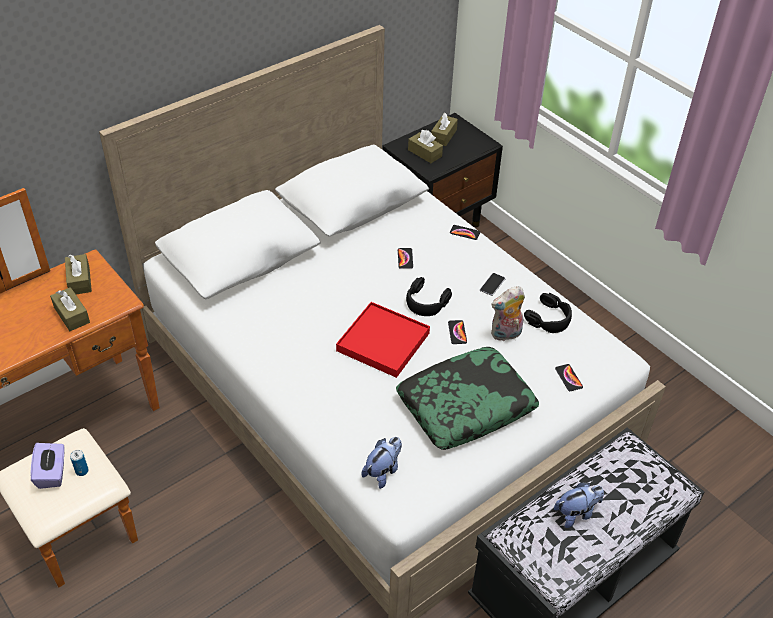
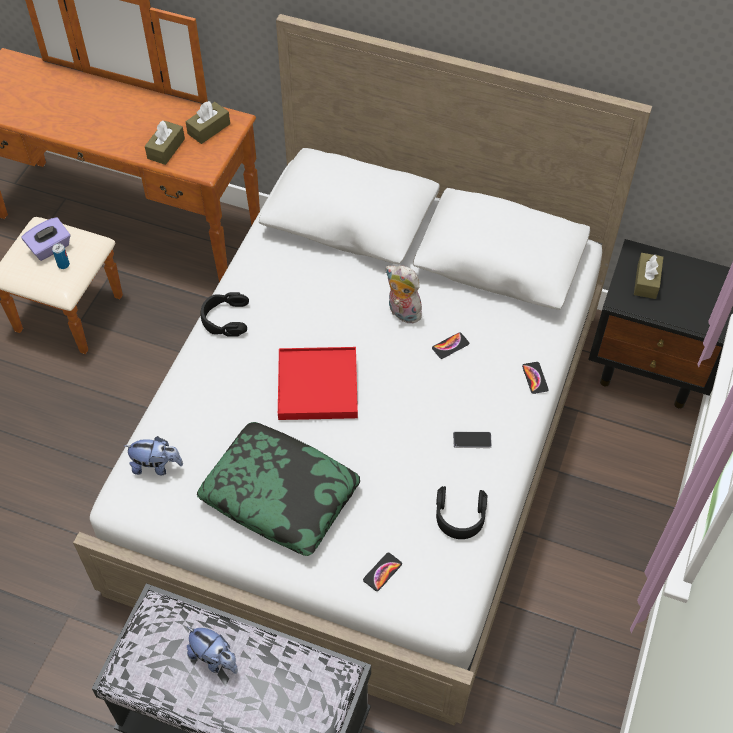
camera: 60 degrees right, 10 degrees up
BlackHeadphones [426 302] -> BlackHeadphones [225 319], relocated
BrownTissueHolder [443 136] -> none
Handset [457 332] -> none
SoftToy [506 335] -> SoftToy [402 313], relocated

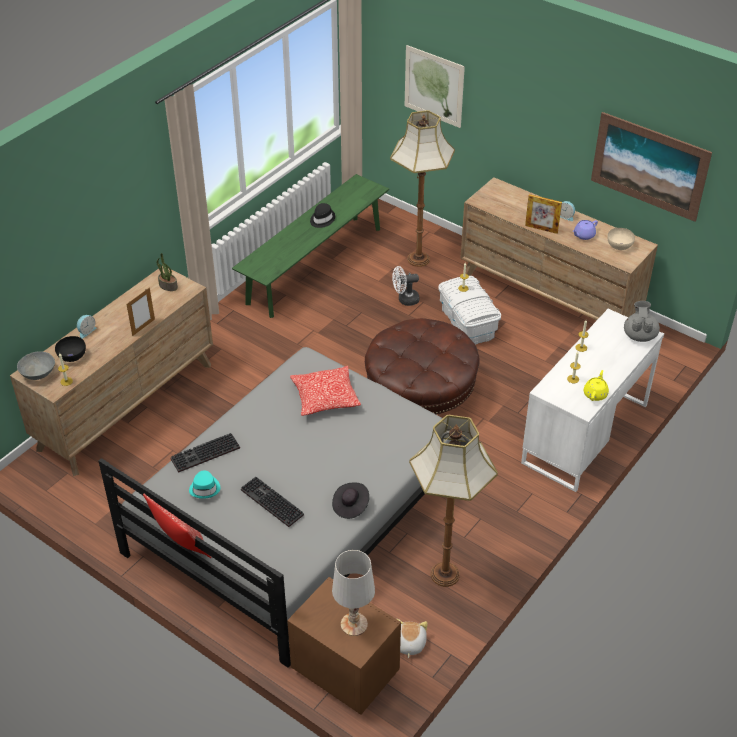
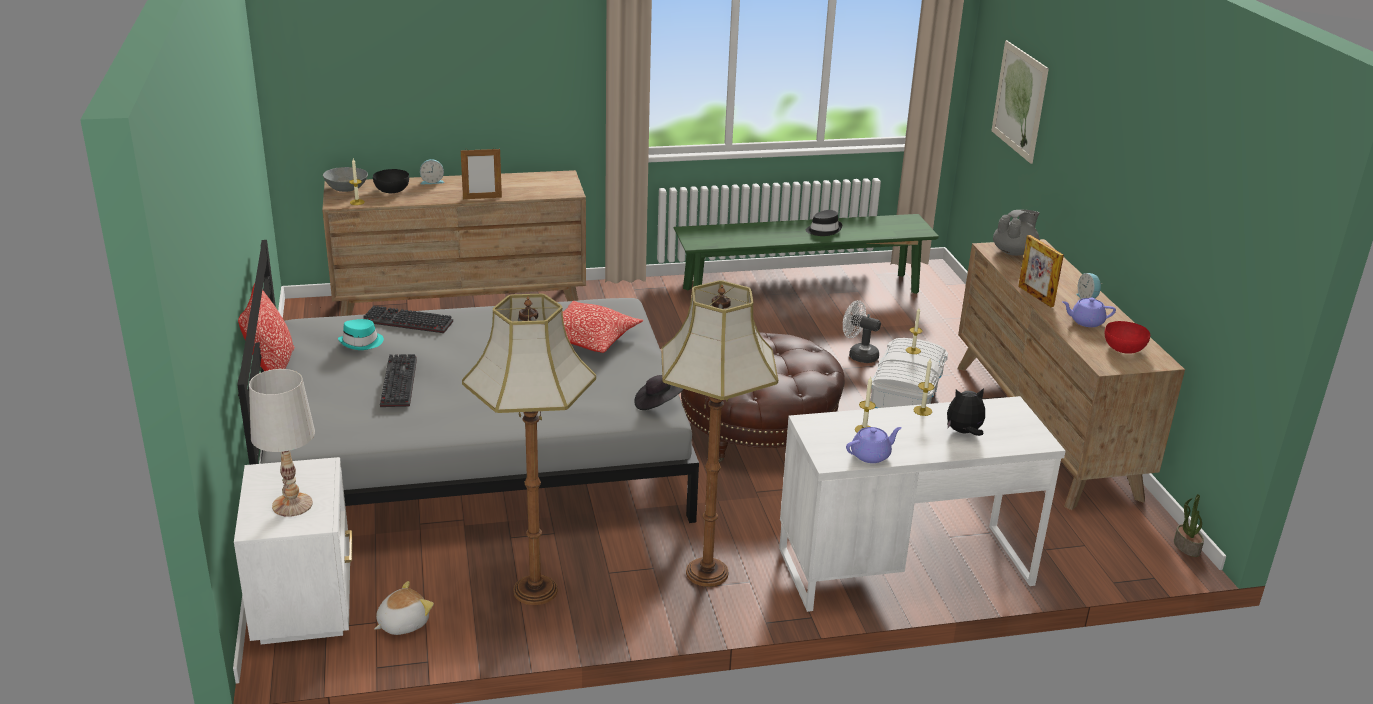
camera: 40 degrees right, 15 degrees down
PlantInAPot [167 286] -> PlantInAPot [1186 547], relocated
BrownNightstand [345 671] -> WhiteNightstand [306 603]
BlackClothingHat [350 506] -> BlackClothingHat [657 403], relocated
StandardLamp [419 259] -> StandardLamp [709 572], relocated
YellowishPotForTea [595 394] -> PurplePotForTea [871 455]
Picture [649 166] -> none
BeigeColouredBowl [619 245] -> RedColouredBowl [1124 348]
GreyPotForTea [639 335] -> GreyPotForTea [1014 252], relocated
none -> SoftToy [964 432]

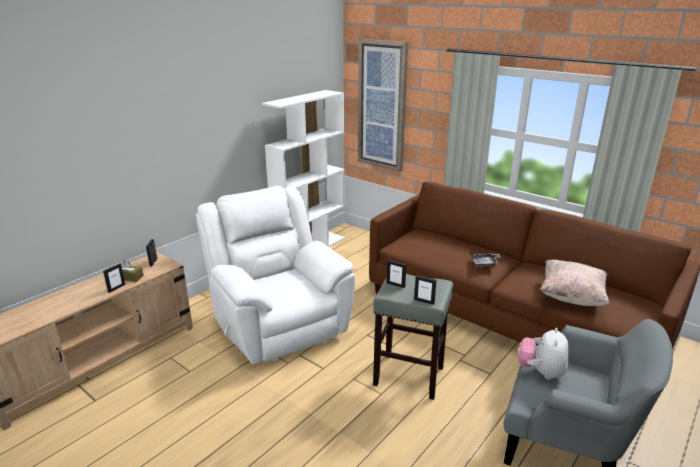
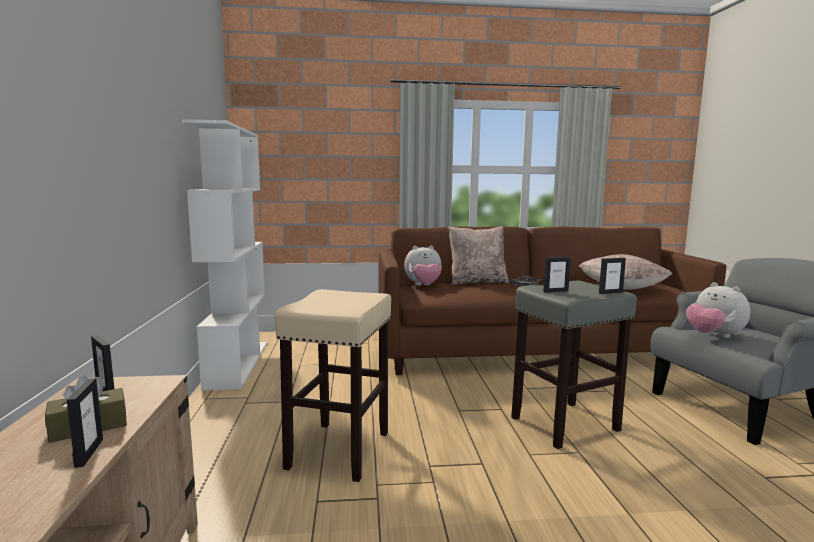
camera: 45 degrees left, 15 degrees down
WhiteLoungeChair [278 324] -> BeigeColouredStoolSeat [339 449]
Picture [382 106] -> none
none -> SoftToy [423 286]
none -> BeigeColouredThrowPillow [477 282]

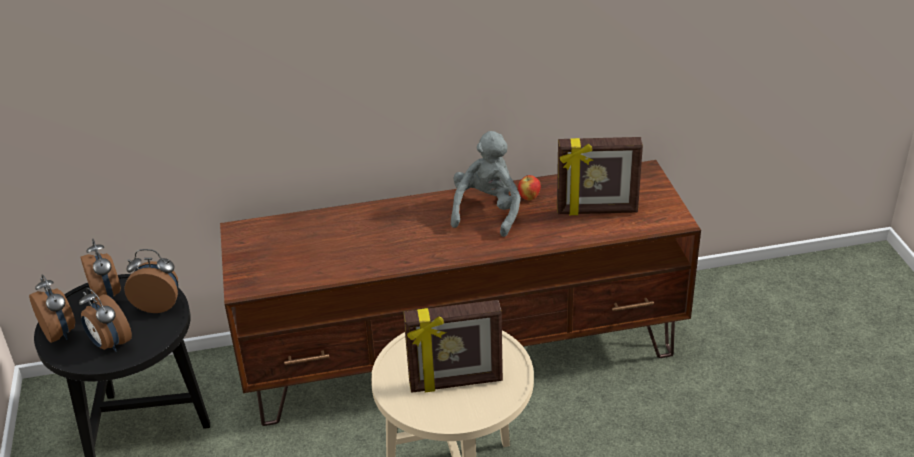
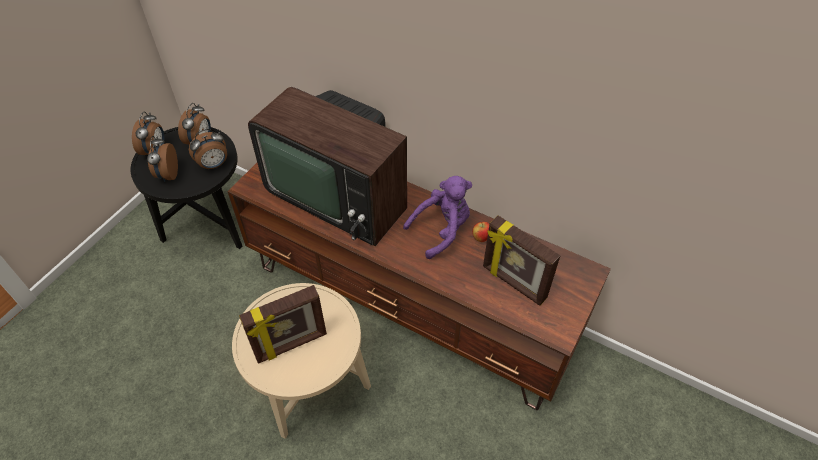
camera: 40 degrees right, 15 degrees up
BedsideClock [159 304] -> BedsideClock [214 165], 105 degrees clockwise
StandingFrame [456 383] -> StandingFrame [291 345], 60 degrees counterclockwise
GreySoftToy [487 211] -> PurpleSoftToy [442 230]
none -> Television [339 192]

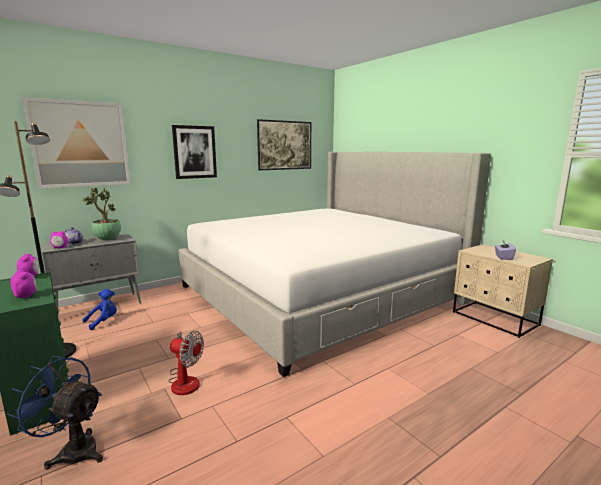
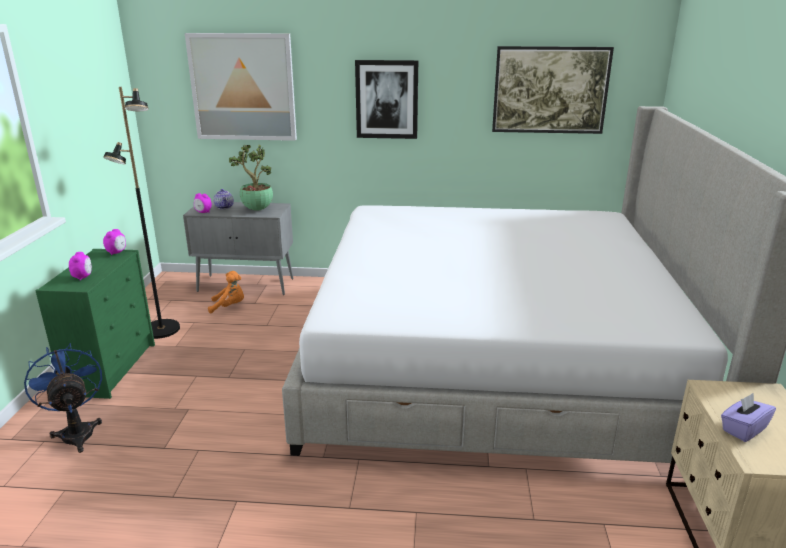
camera: 40 degrees right, 10 degrees up
BlueColouredSoftToy [103 321] -> OrangeSoftToy [229 306]
ElectricFan [185 380] -> none

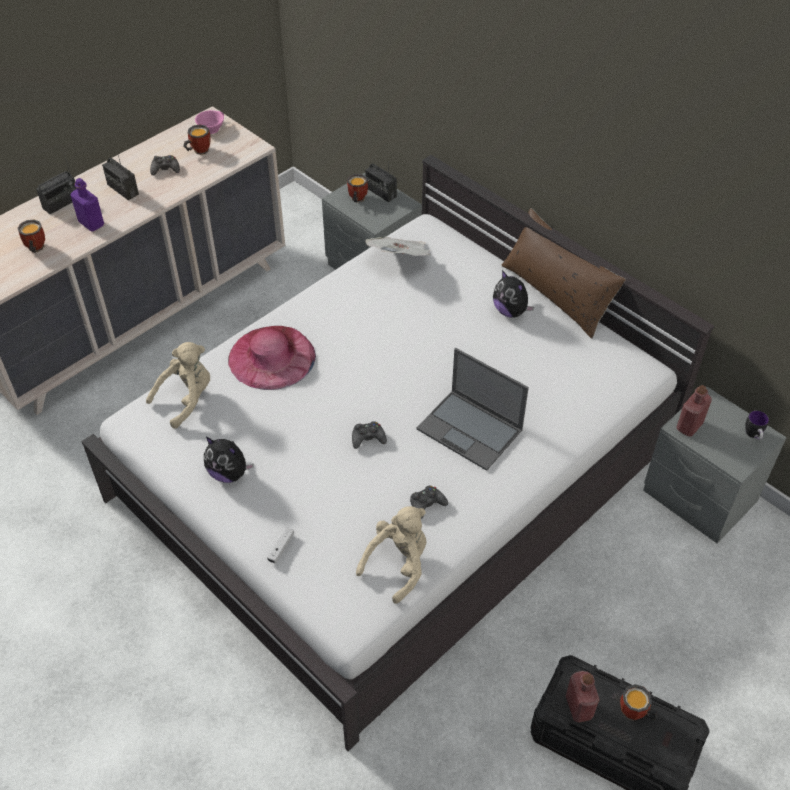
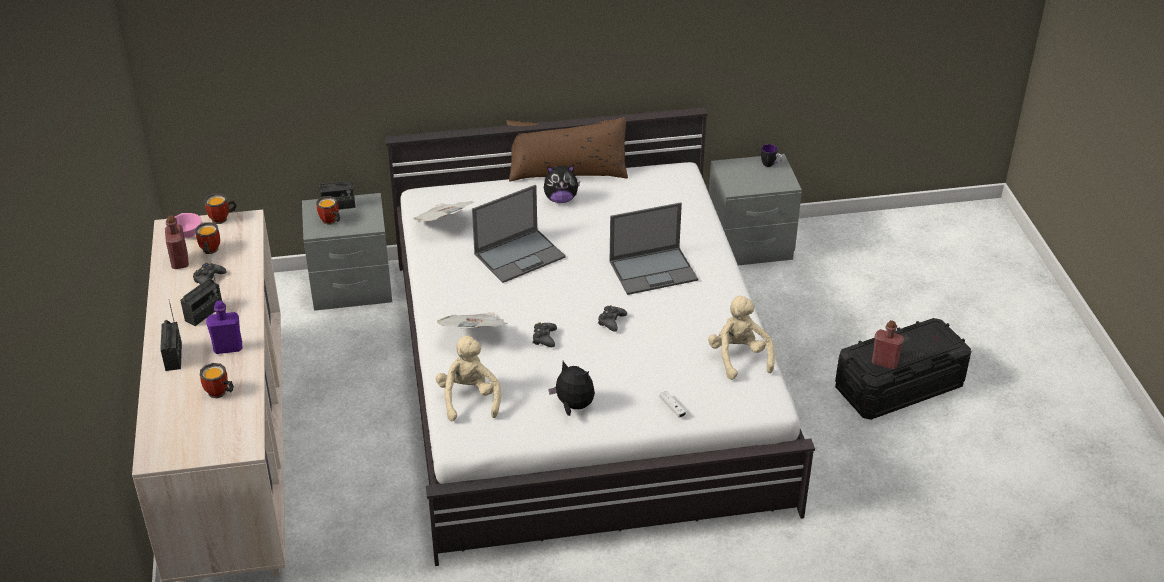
camera: 55 degrees left, 10 degrees down
Radio [122 189] -> Radio [204 313], 45 degrees counterclockwise
SoftToy [229 473] -> SoftToy [573 406], 120 degrees counterclockwise
PinkClothingHat [272 357] -> DailyPaper [474 334]
BlackGamepad [427 504] -> BlackGamepad [544 338], relocated
TeaMug [634 714] -> TeaMug [222 219], relocated
RedColouredDrinkBottle [689 426] -> RedColouredDrinkBottle [180 261], relocated
none -> NotebookComputer [520 255]

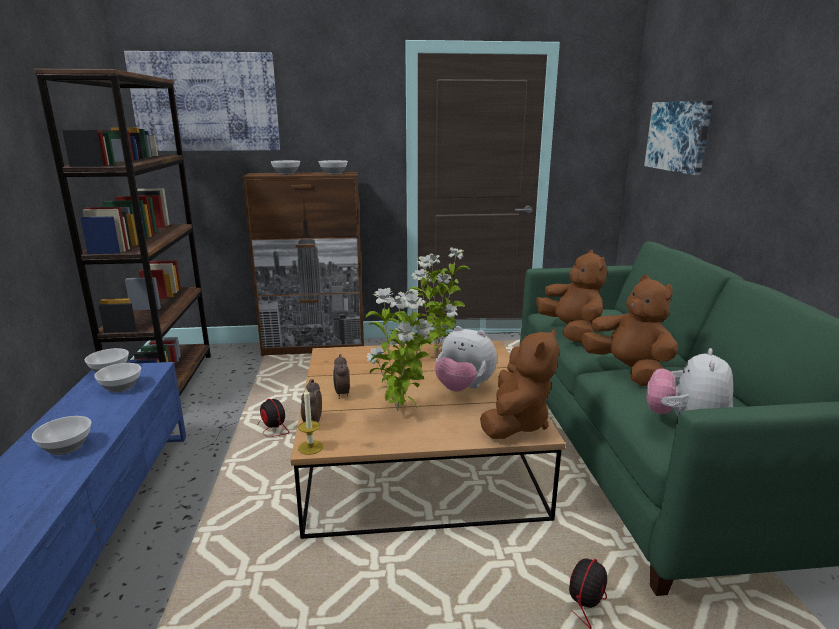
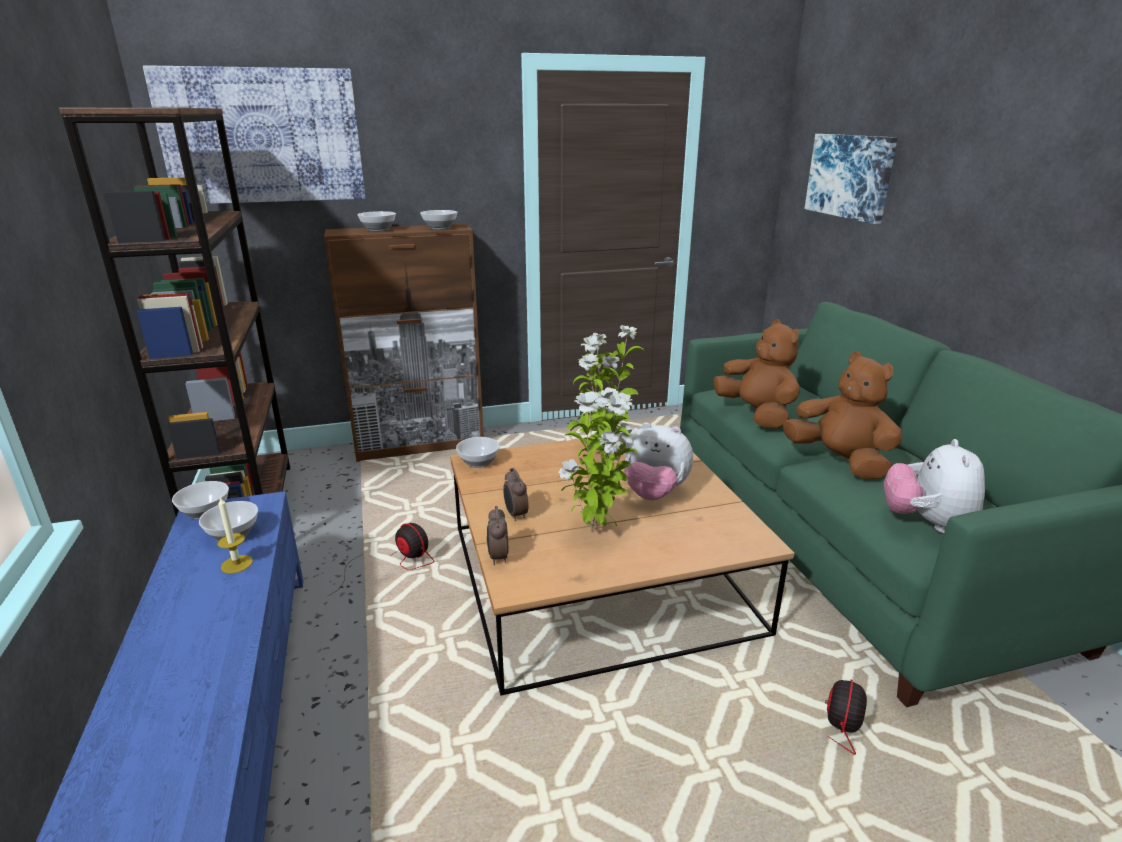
camera: 10 degrees left, 5 degrees up
Bowl [65 447] -> Bowl [478 462], relocated
WaxLight [310 447] -> WaxLight [237 564], relocated
BrownSoftToy [516 423] -> none

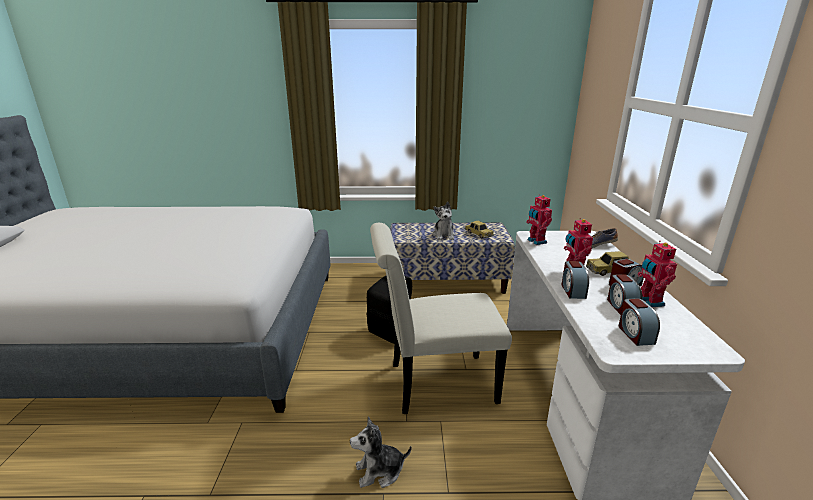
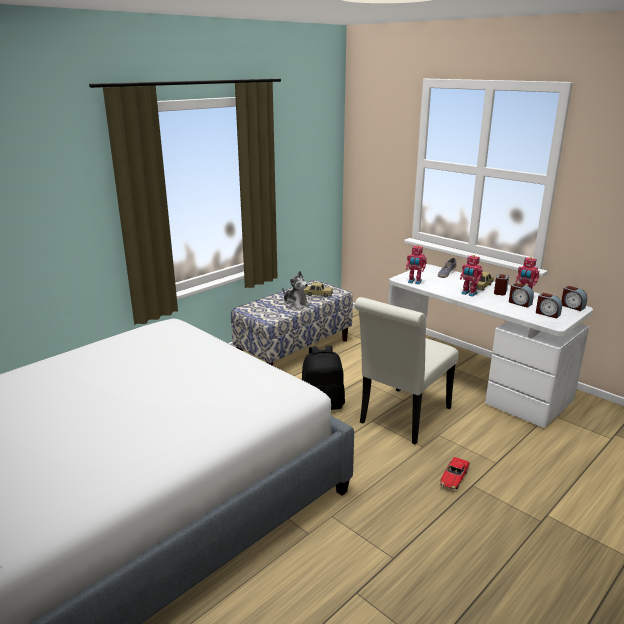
camera: 45 degrees left, 0 degrees up
SoftToy [379 471] -> MiniatureCar [454 478]
BedsideClock [572 291] -> BedsideClock [572 306], relocated

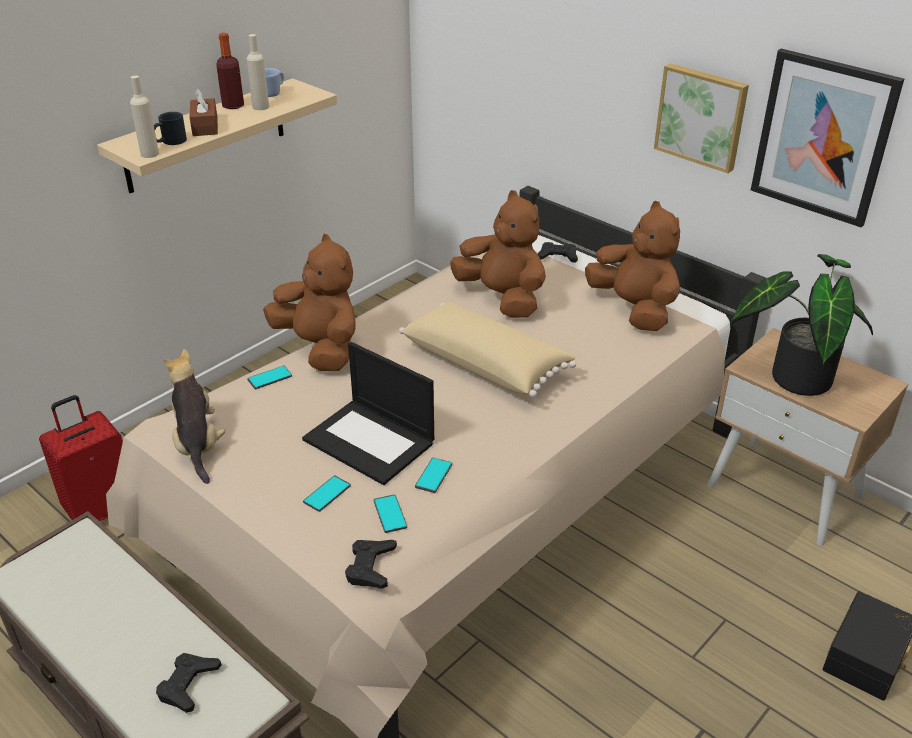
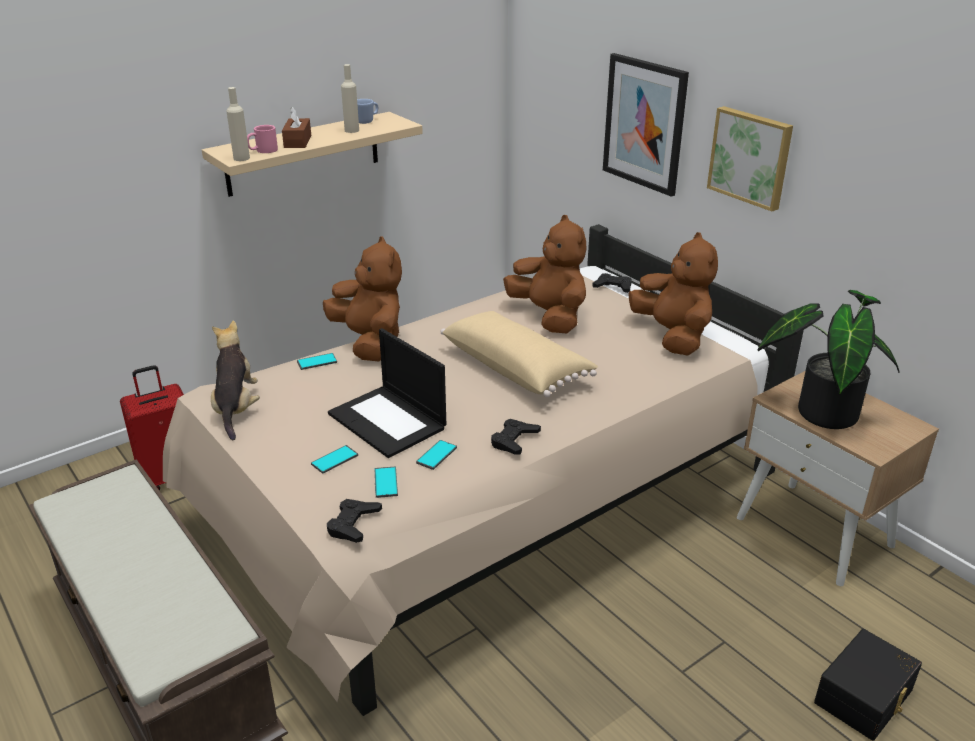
camera: 10 degrees right, 5 degrees down
BlackTeaMug [170 142] -> PinkTeaMug [262 151]
BlackGamepad [188 685] -> BlackGamepad [514 440], relocated
DrinkBottle [233 105] -> none
Picture [823 137] -> Picture [644 124], relocated

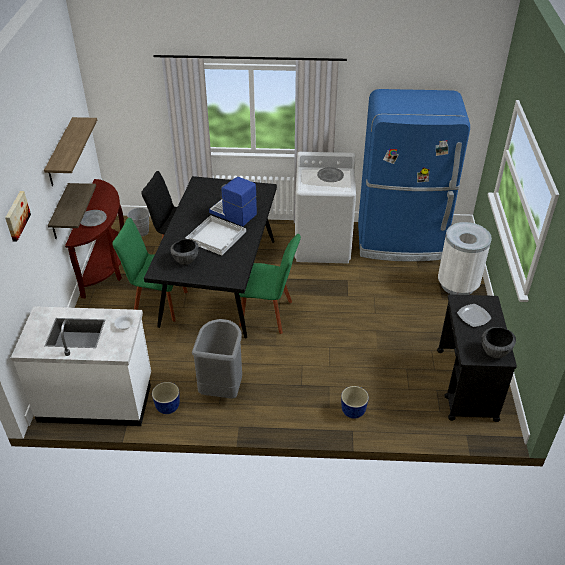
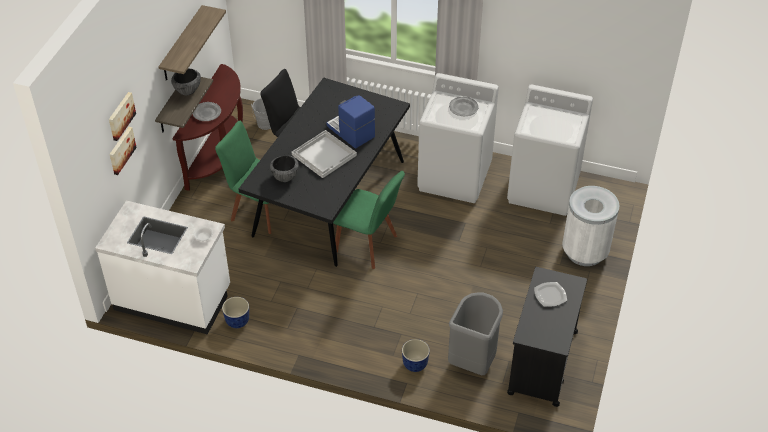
camera: 15 degrees right, 5 degrees up
GreyRubbishBin [221 388] -> GreyRubbishBin [472 361], relocated
BlueColouredKitchenFridge [401 242] -> WhiteWashingMachine [544 189]
Bowl [494 352] -> Bowl [187 91], relocated
none -> Picture [121 150]

